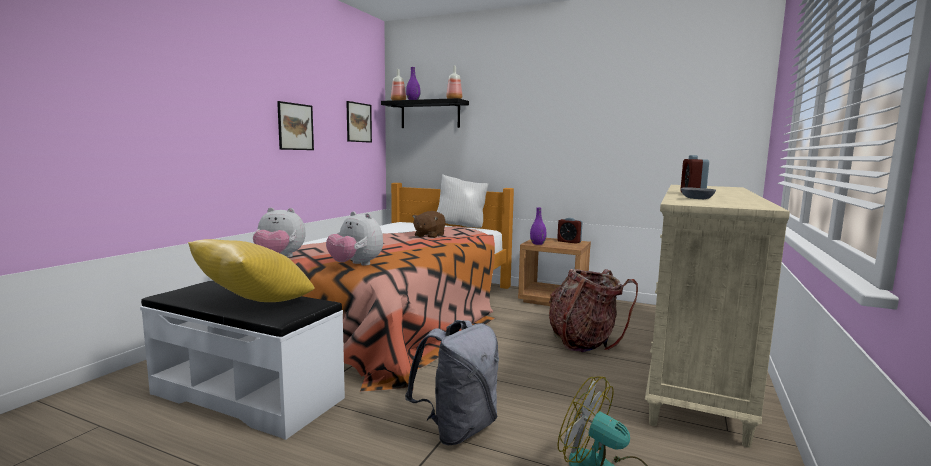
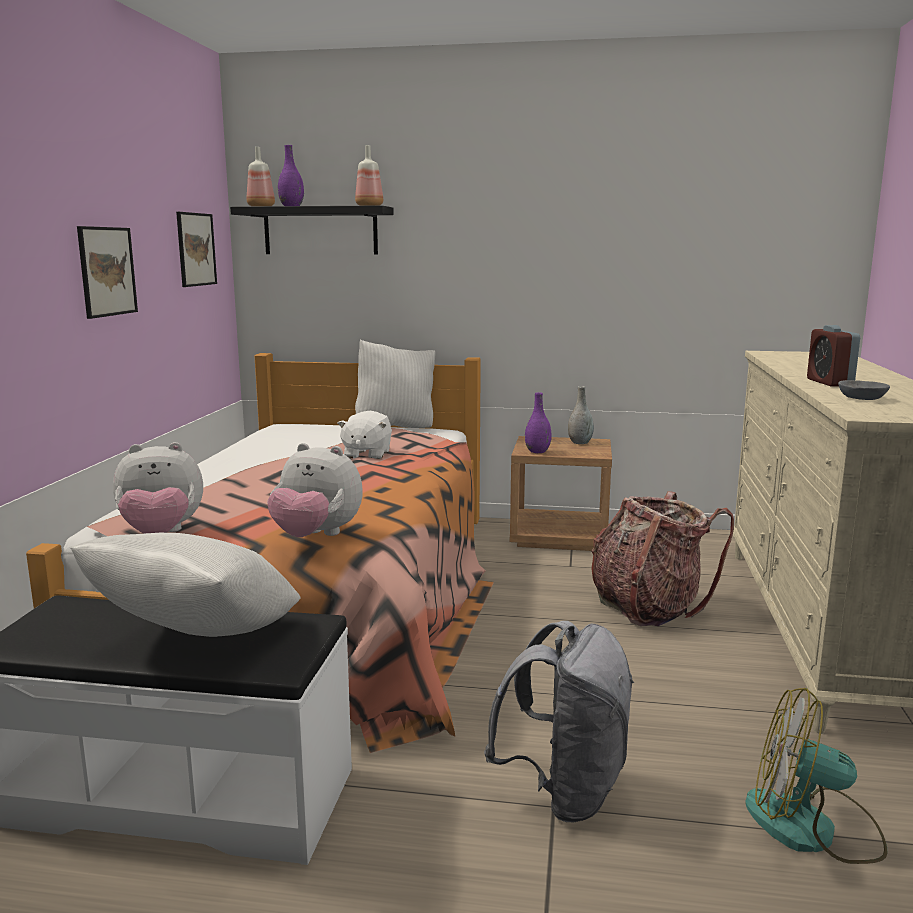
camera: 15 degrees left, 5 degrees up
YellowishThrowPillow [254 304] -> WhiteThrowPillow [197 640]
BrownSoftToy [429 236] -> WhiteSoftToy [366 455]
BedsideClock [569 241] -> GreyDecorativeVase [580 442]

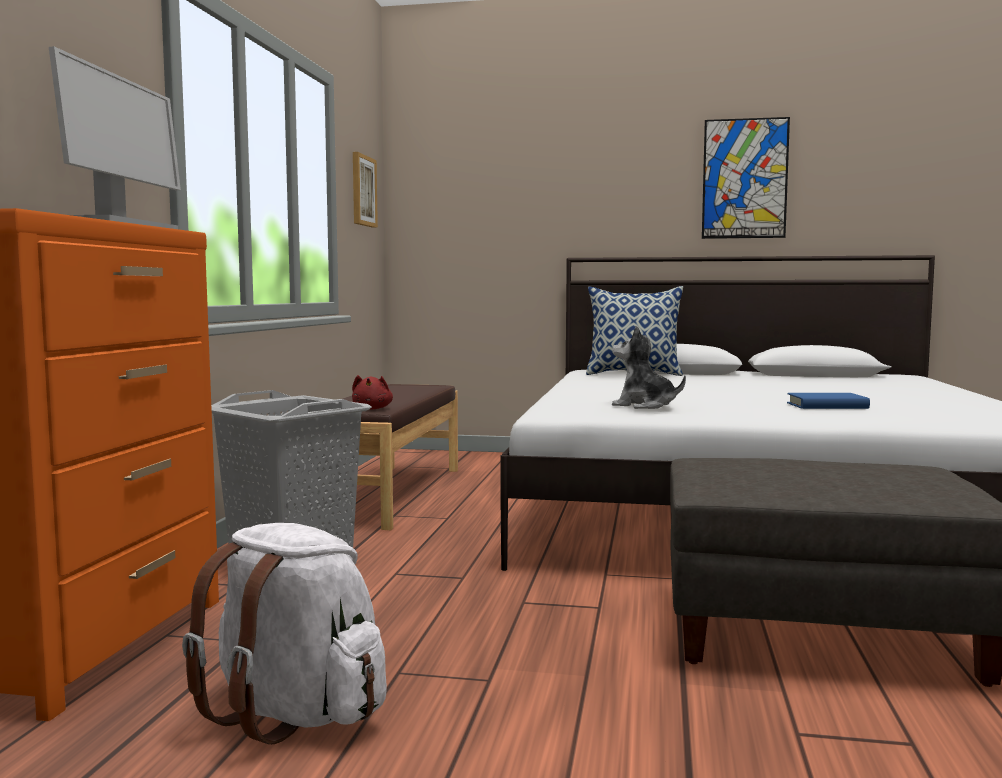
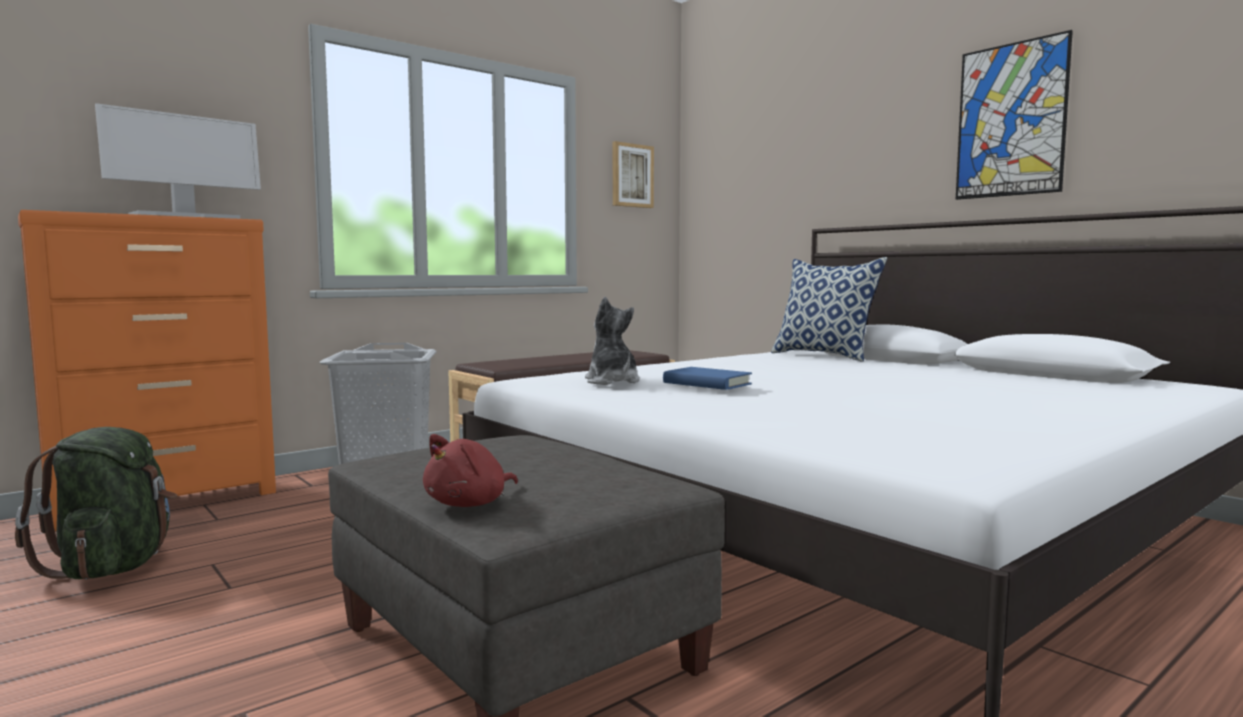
camera: 40 degrees right, 0 degrees up
WhiteRucksack [294 713] -> GreenColouredRucksack [113 567]
RedColouredSoftToy [372 409] -> RedColouredSoftToy [470 504], relocated
BlueColouredVolume [827 406] -> BlueColouredVolume [706 383], relocated

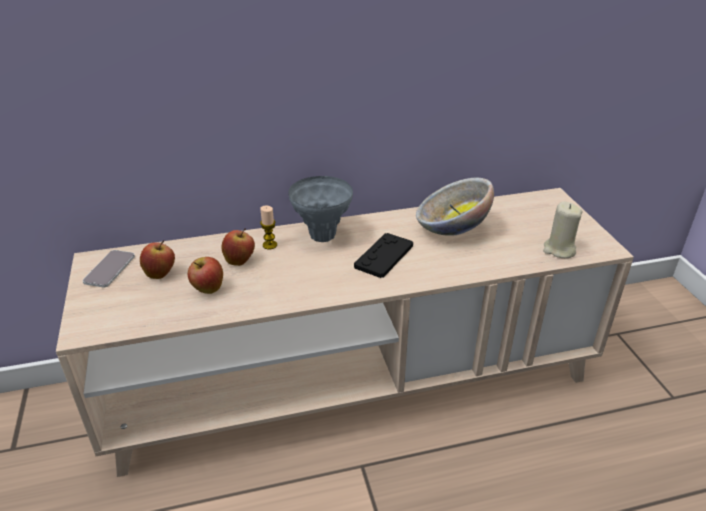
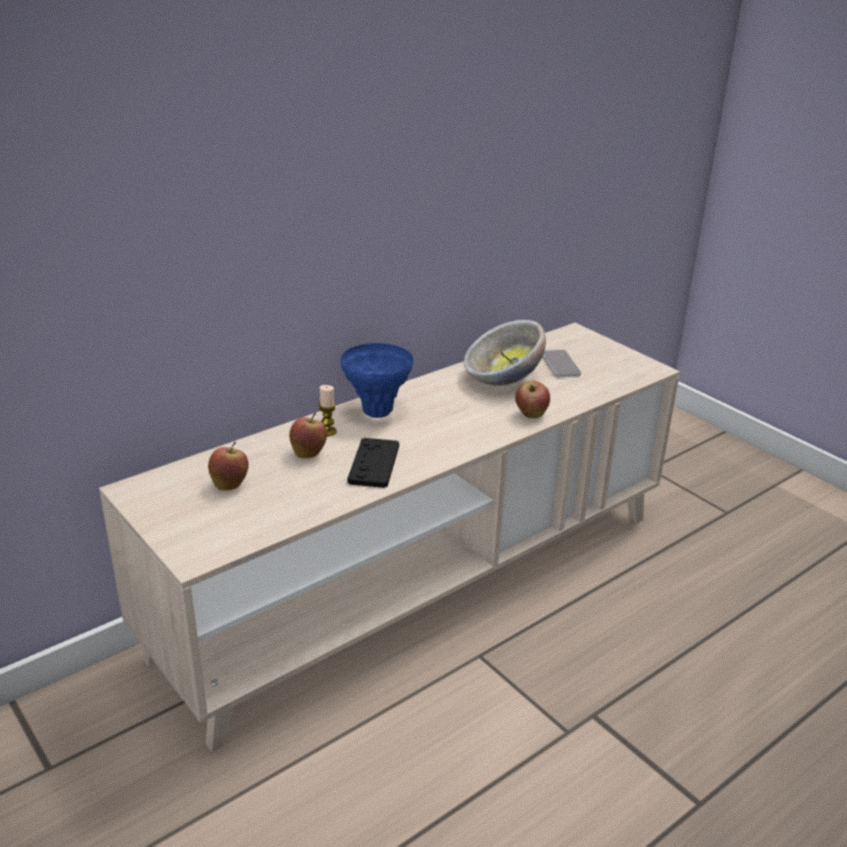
camera: 25 degrees left, 5 degrees down
Handset [109 269] -> Handset [560 364], relocated
AppleFruit [208 289] -> AppleFruit [531 415], relocated
GreyDecorativeVase [322 236] -> BlueColouredDecorativeVase [377 412]
BlackGamepad [384 256] -> BlackGamepad [374 464], relocated
BeigeColouredWaxLight [559 250] -> none

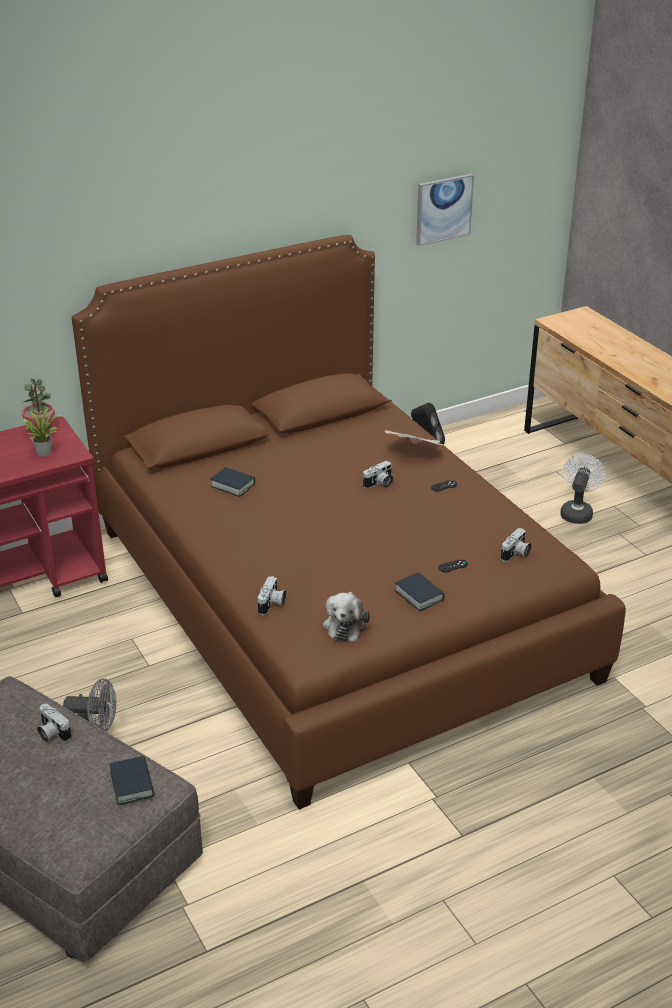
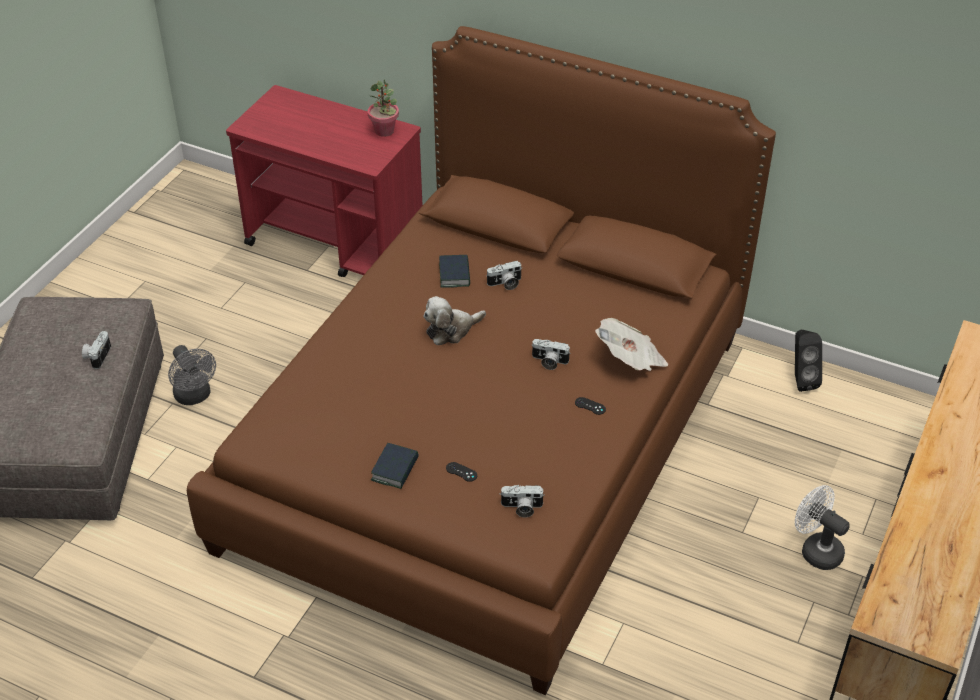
camera: 55 degrees right, 10 degrees up
PlantInAPot [43 452] -> none
Volume [132 784] -> none
StillCamera [272 604] -> StillCamera [505 284], relocated
SoftToy [345 624] -> SoftToy [451 330], relocated
Picture [443 209] -> none
WhiteElectricFan [577 512] -> WhiteElectricFan [816 550], 120 degrees counterclockwise

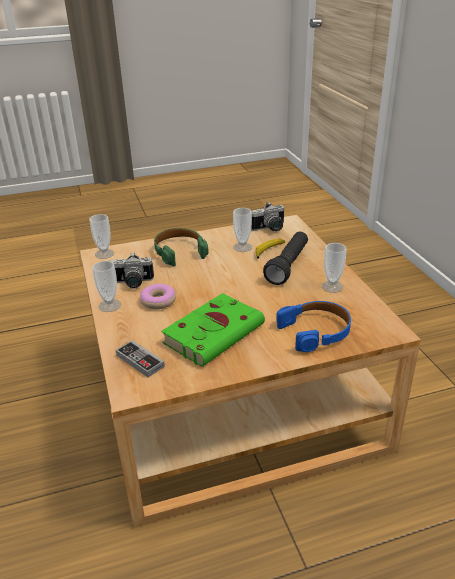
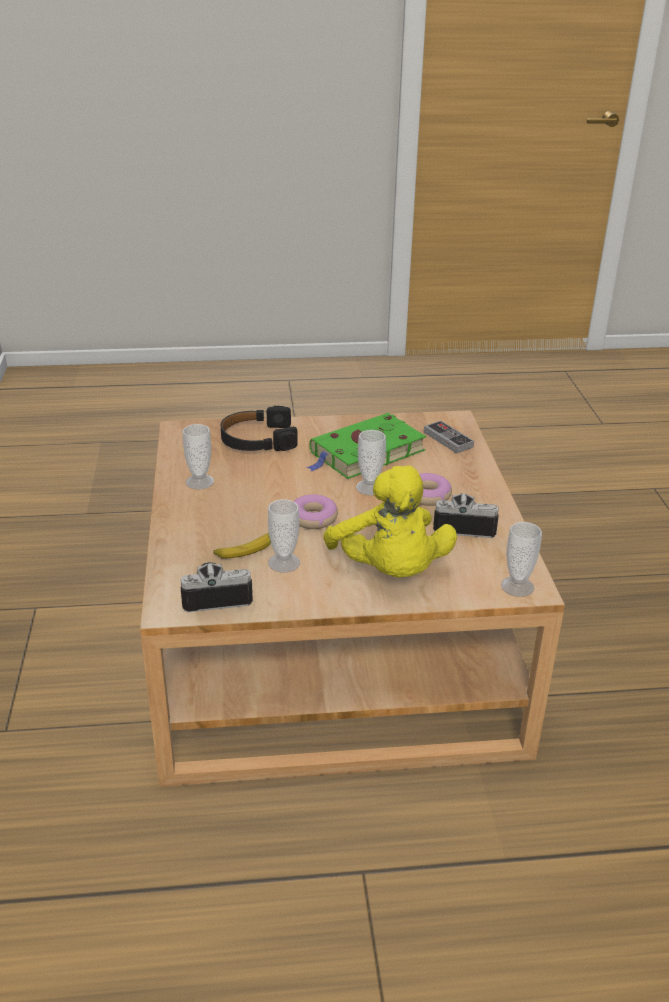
camera: 170 degrees left, 0 degrees up
DrinkingCup [109 305] -> DrinkingCup [370 487], relocated
GreenColouredHeadphones [179 251] -> YellowishSoftToy [389 571]
BlackFlashlight [288 266] -> none
BlueColouredHeadphones [316 331] -> BlackHeadphones [258 440]
none -> Doughnut [313 518]

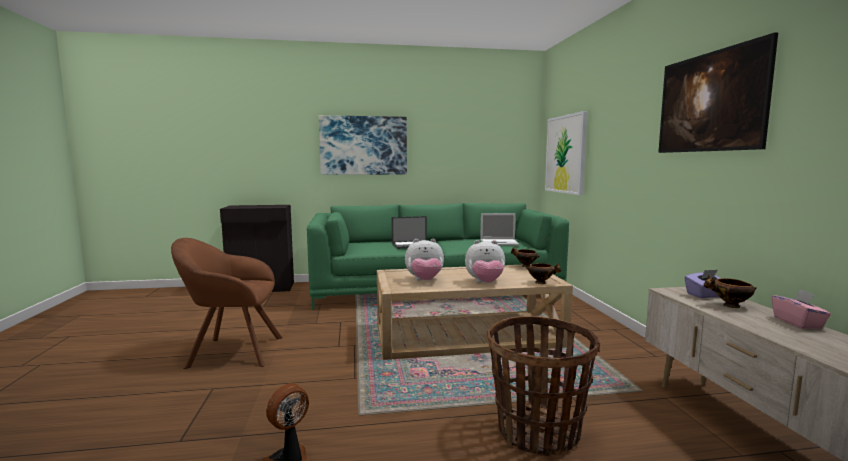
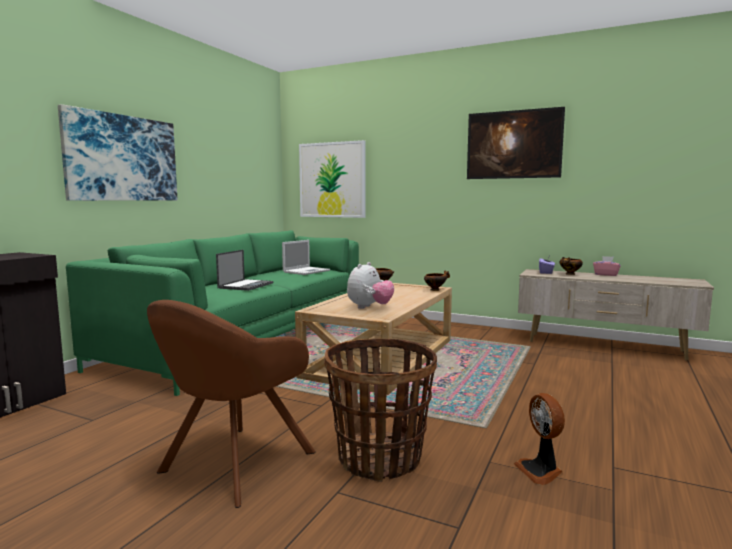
camera: 55 degrees left, 0 degrees up
SoftToy [485 283] -> none
StorageBasket [538 433] -> StorageBasket [380 458], relocated

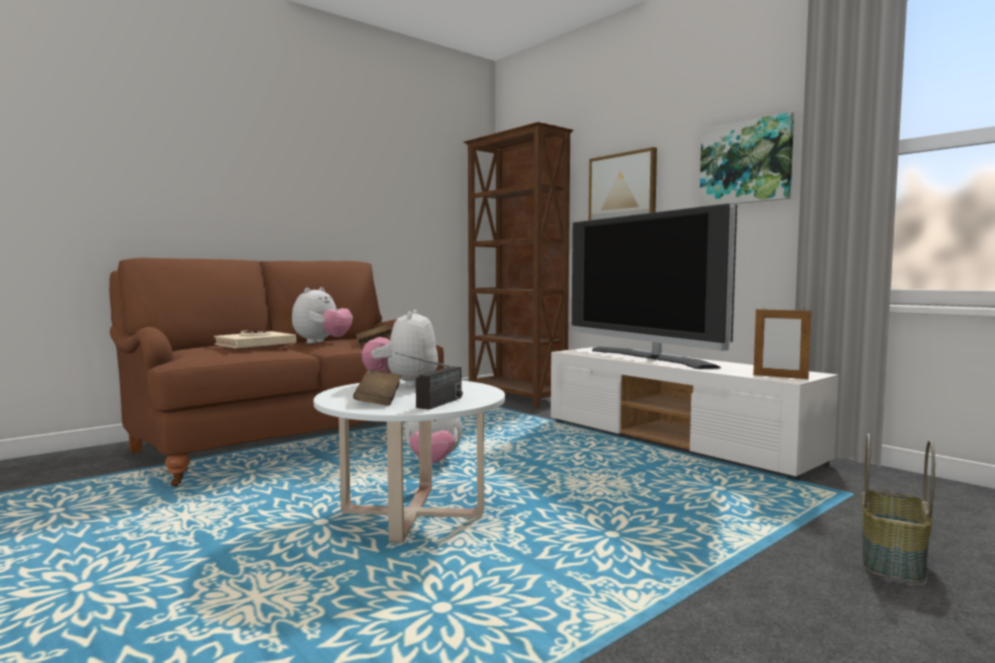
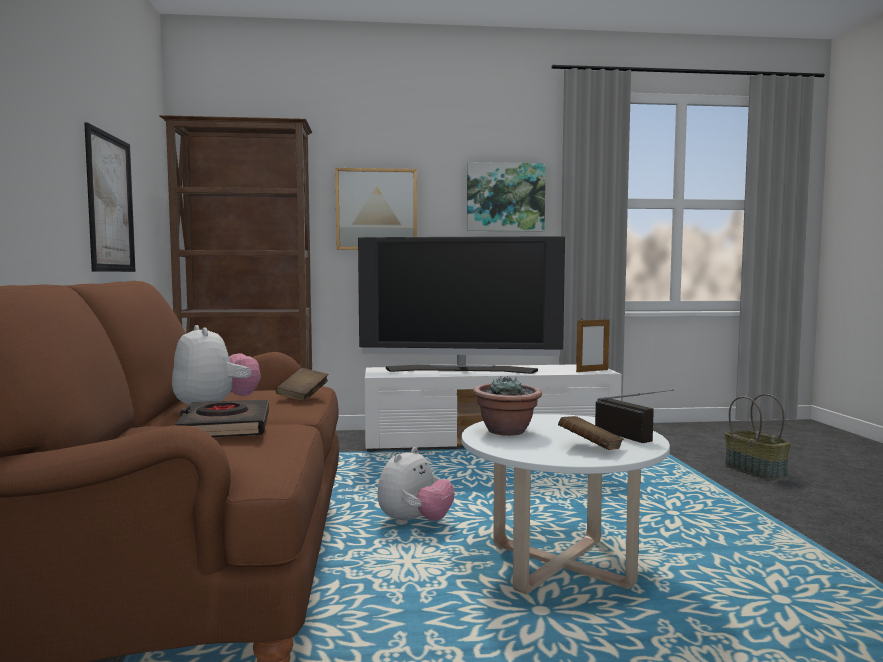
camera: 55 degrees left, 0 degrees up
BeigeColouredVolume [255 345] -> BlackVolume [224 427]
SoftToy [402 384] -> PlantInAPot [507 431]
none -> Picture [110 203]

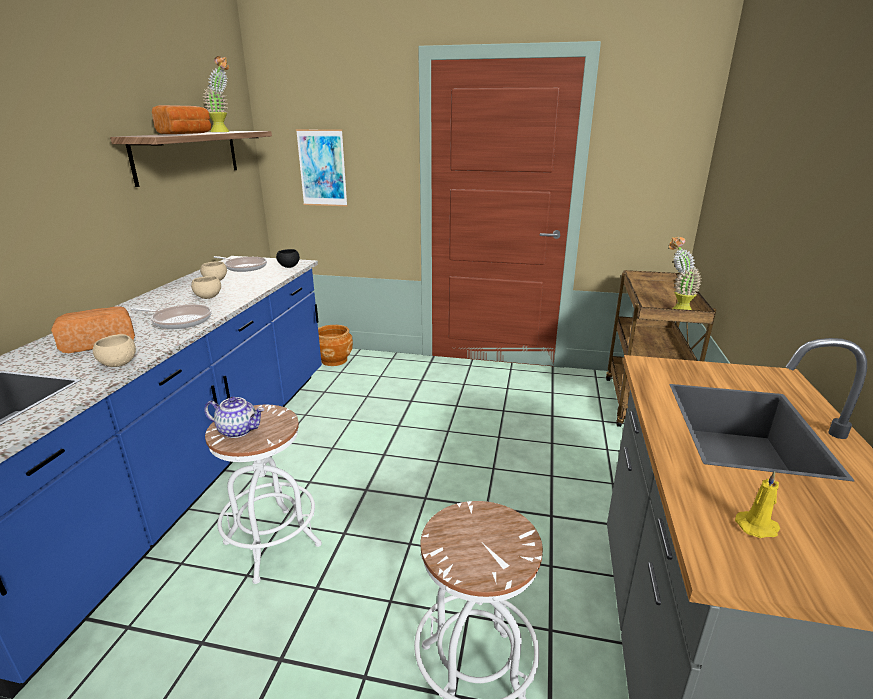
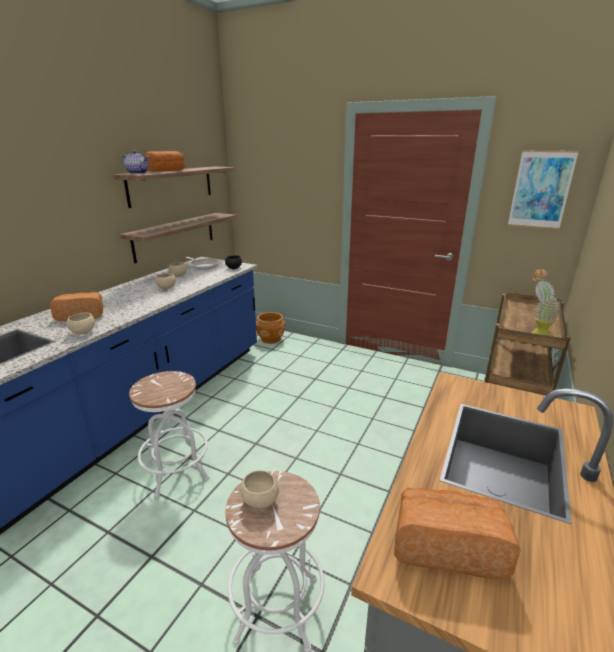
camera: 15 degrees right, 0 degrees up
Skillet [179 321] -> none
PlantInAPot [224 132] -> none
PotForTea [238 430] -> PotForTea [138 173], relocated
Picture [322 168] -> Picture [541 190], relocated
YellowishWaxLight [758 527] -> BakedBread [446 546]
none -> Shelf [175 236]
none -> BeigeColouredBowl [260 501]

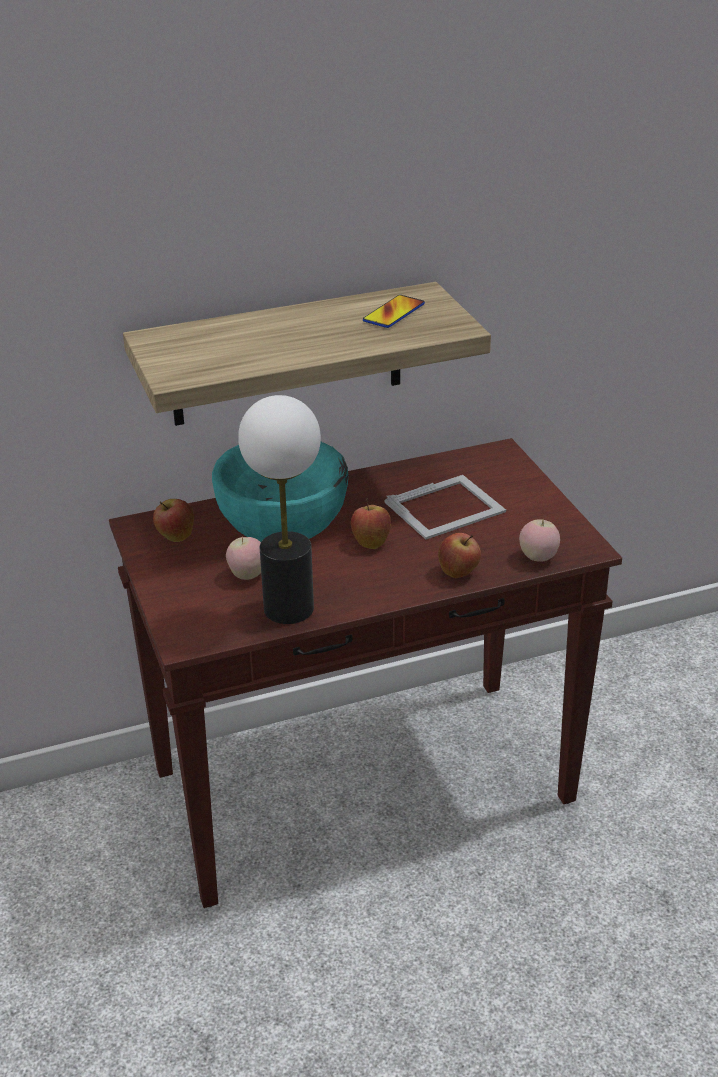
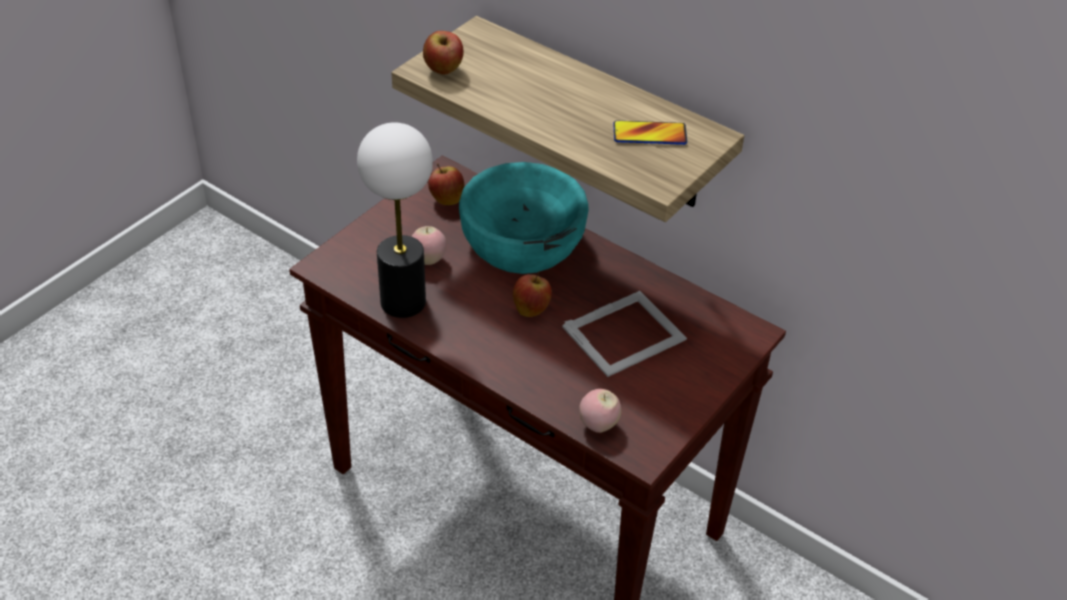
camera: 55 degrees right, 10 degrees up
StandingFrame [446 507] -> StandingFrame [626 333], 60 degrees counterclockwise
AppleFruit [459 573] -> AppleFruit [443 70], relocated

